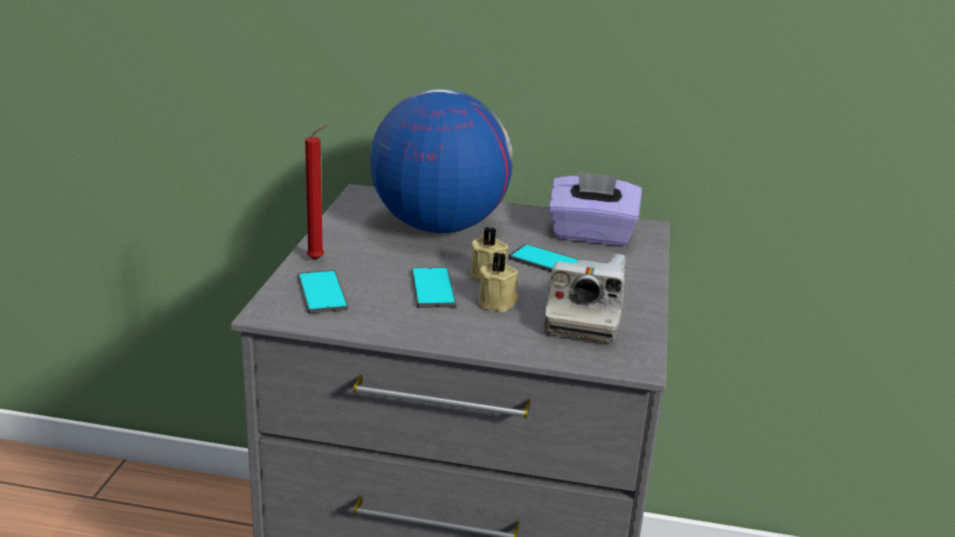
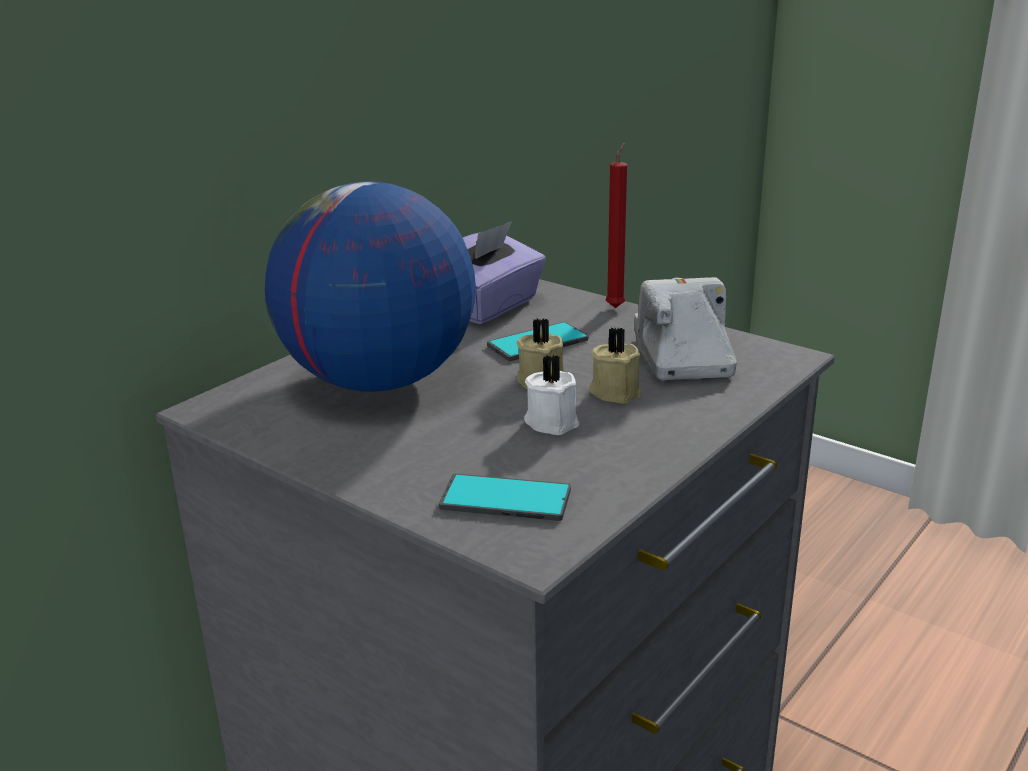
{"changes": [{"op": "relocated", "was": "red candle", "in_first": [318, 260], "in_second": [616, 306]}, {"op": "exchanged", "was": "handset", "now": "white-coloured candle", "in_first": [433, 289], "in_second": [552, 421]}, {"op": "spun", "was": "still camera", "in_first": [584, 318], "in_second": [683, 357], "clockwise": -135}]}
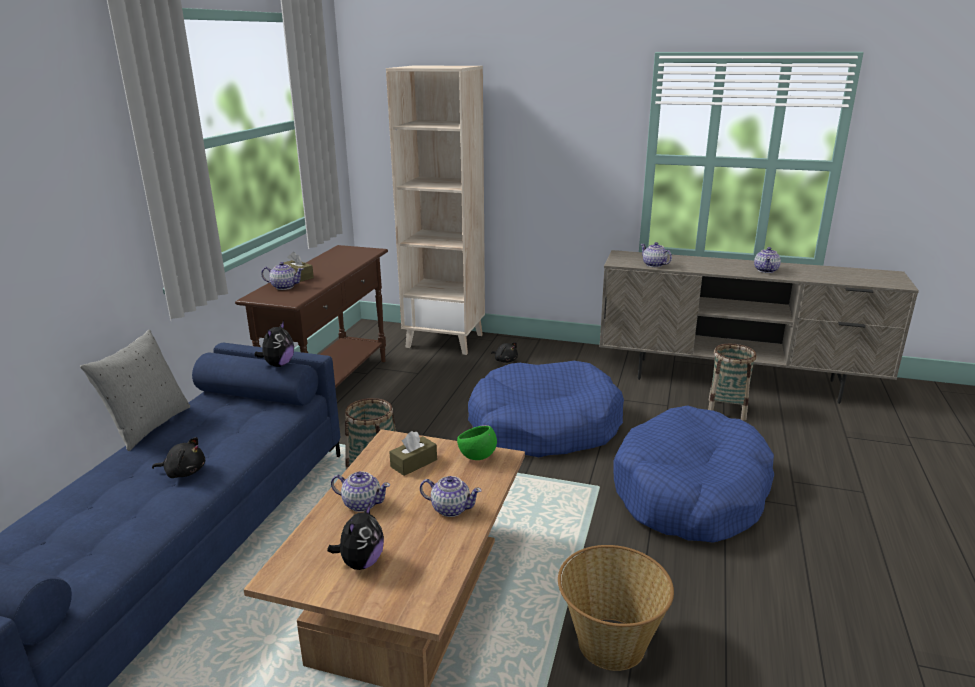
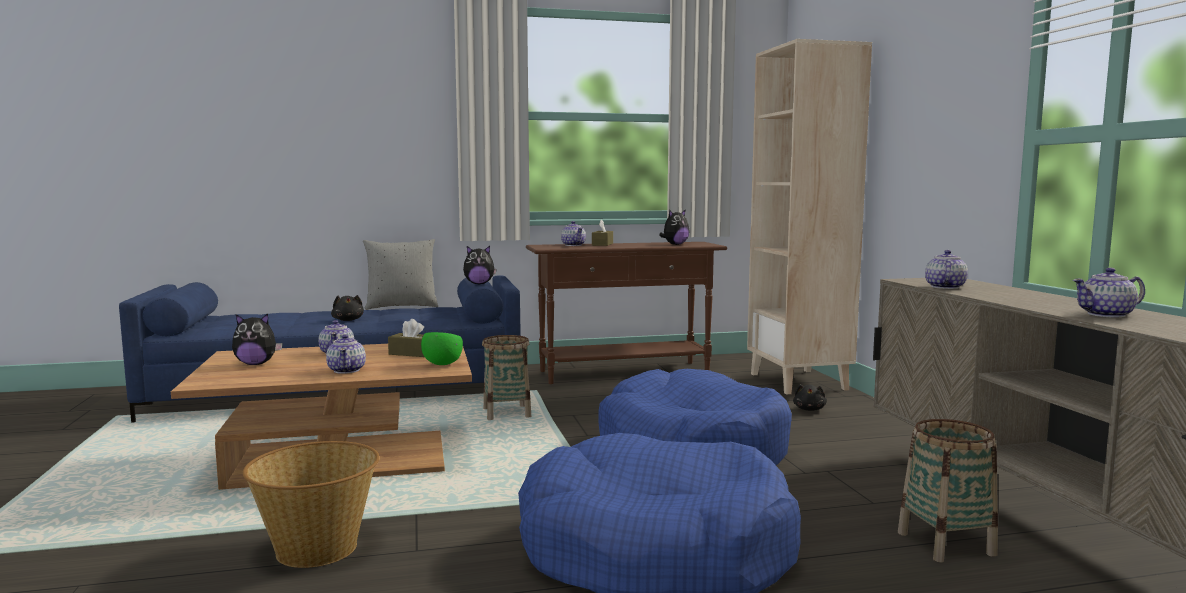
{"changes": [{"op": "appeared", "now": "cuddly toy", "in_second": [675, 244]}]}
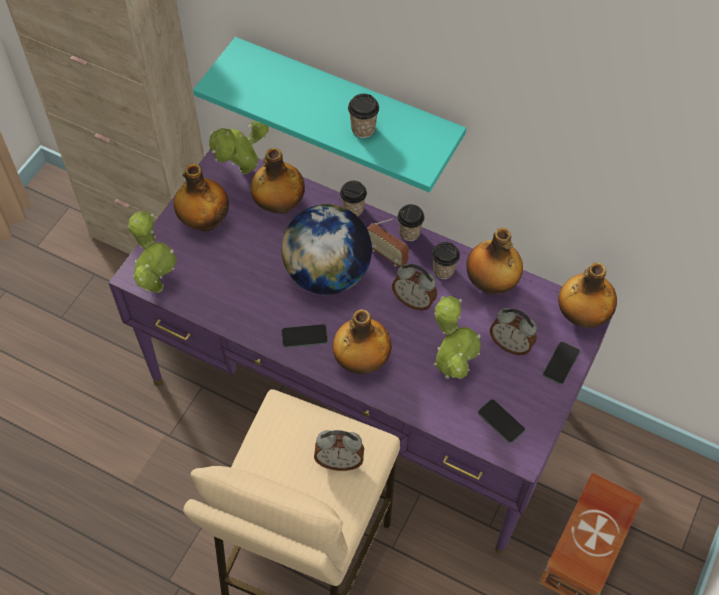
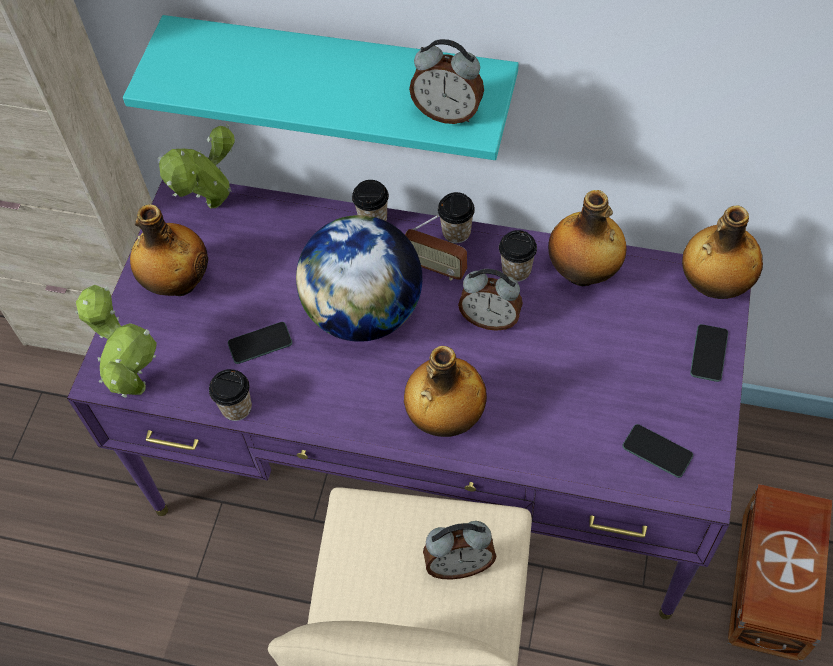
{"changes": [{"op": "missing", "was": "bottle", "in_first": [279, 205]}, {"op": "missing", "was": "potted plant", "in_first": [450, 368]}, {"op": "relocated", "was": "handset", "in_first": [304, 336], "in_second": [260, 343]}, {"op": "relocated", "was": "drinking cup", "in_first": [363, 129], "in_second": [236, 408]}, {"op": "relocated", "was": "alarm clock", "in_first": [510, 344], "in_second": [448, 113]}]}
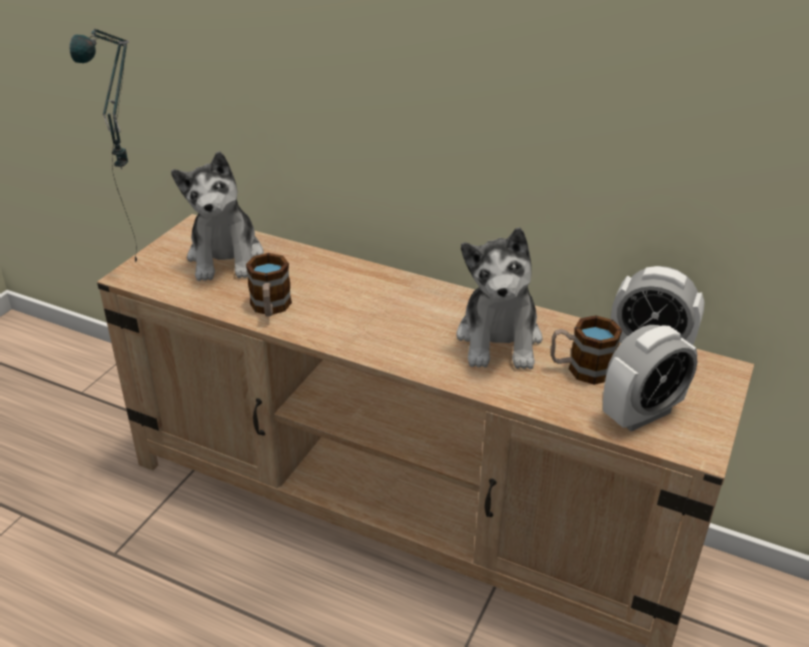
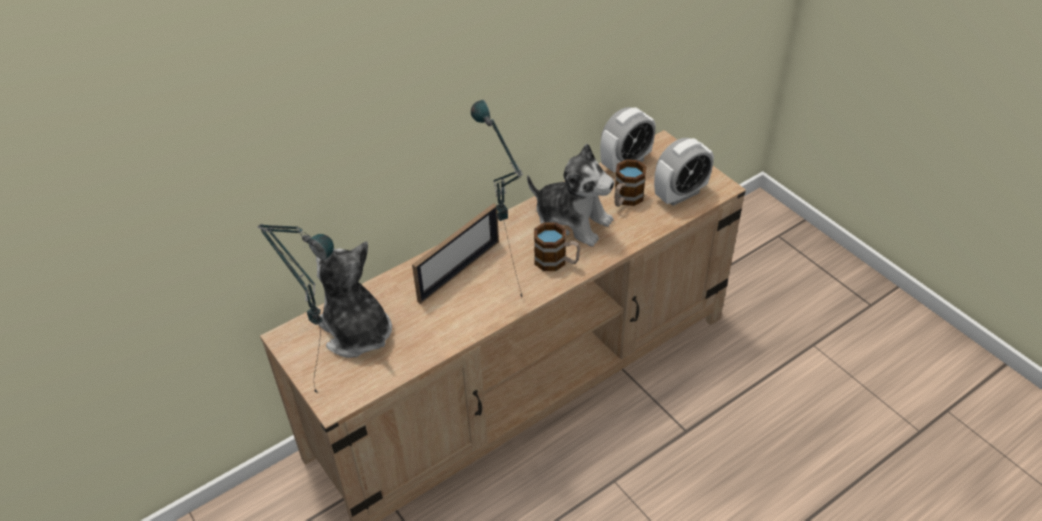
{"changes": [{"op": "appeared", "now": "standing frame", "in_second": [459, 271]}, {"op": "appeared", "now": "lamp for a table", "in_second": [506, 294]}, {"op": "relocated", "was": "coffee mug", "in_first": [270, 308], "in_second": [556, 261]}, {"op": "spun", "was": "cuddly toy", "in_first": [226, 257], "in_second": [356, 331], "clockwise": -150}, {"op": "spun", "was": "alarm clock", "in_first": [641, 414], "in_second": [680, 194], "clockwise": 60}]}
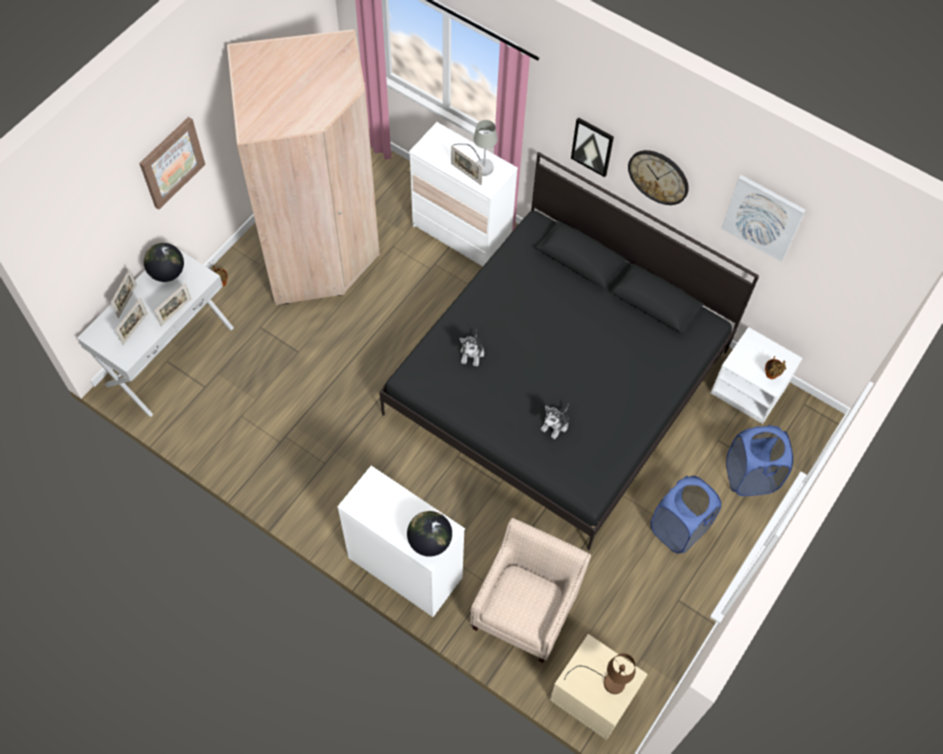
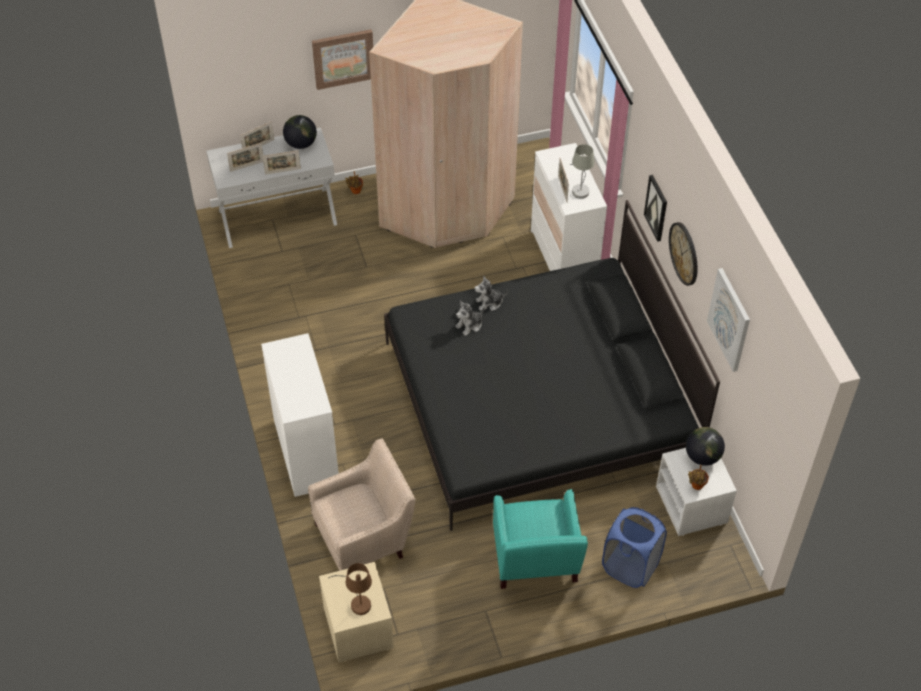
{"changes": [{"op": "relocated", "was": "globe", "in_first": [429, 541], "in_second": [702, 457]}, {"op": "relocated", "was": "cuddly toy", "in_first": [555, 425], "in_second": [489, 303]}, {"op": "exchanged", "was": "bluish hamper", "now": "turquoise-coloured lounge chair", "in_first": [678, 528], "in_second": [534, 563]}]}
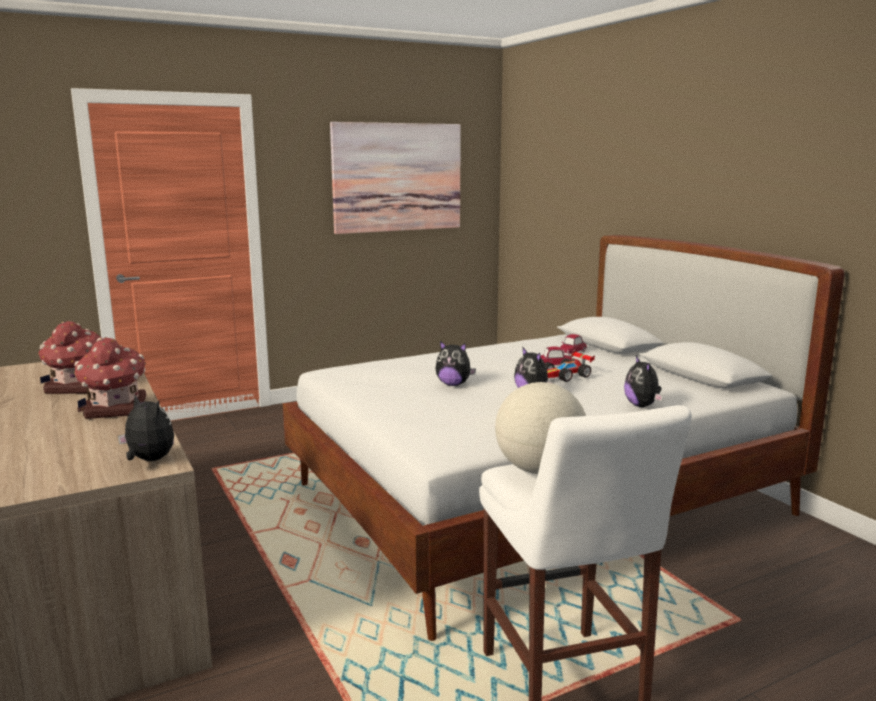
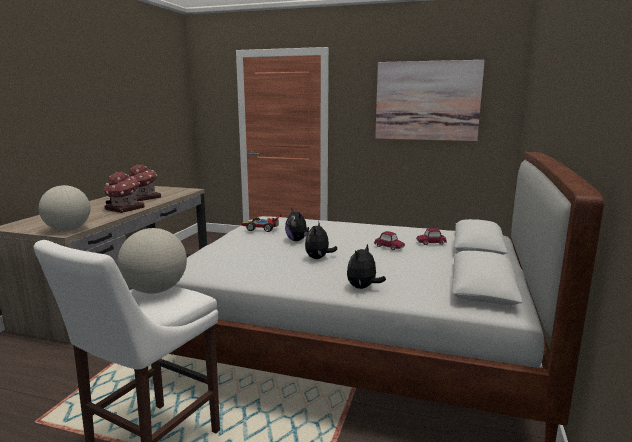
{"changes": [{"op": "relocated", "was": "model car", "in_first": [566, 376], "in_second": [261, 228]}, {"op": "exchanged", "was": "cuddly toy", "now": "globe", "in_first": [149, 460], "in_second": [68, 230]}]}
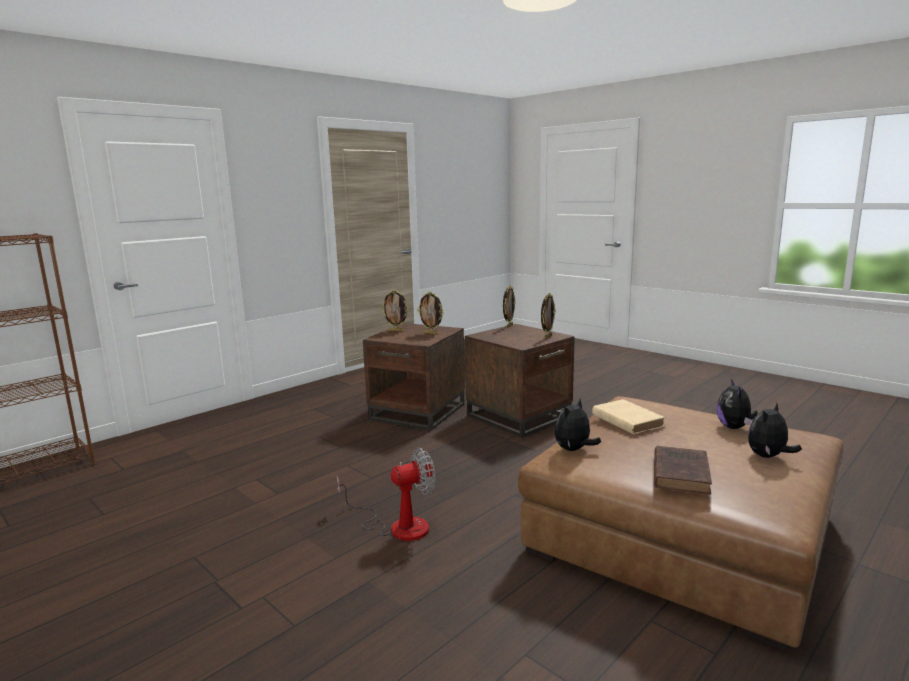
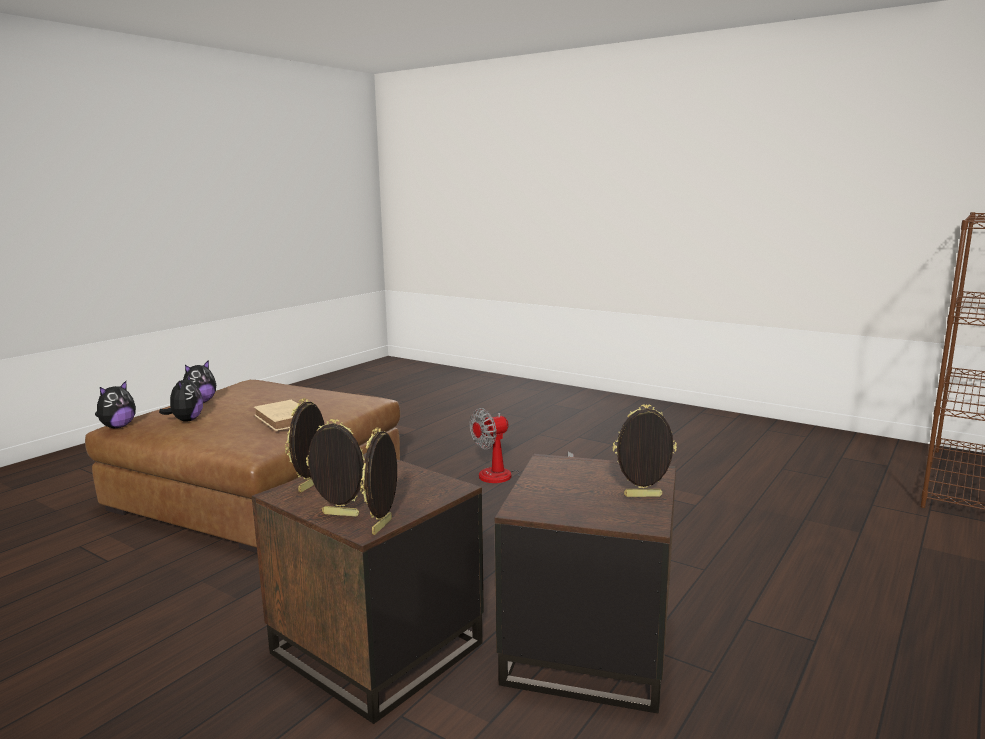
{"changes": [{"op": "missing", "was": "brown-coloured volume", "in_first": [680, 473]}, {"op": "relocated", "was": "standing frame", "in_first": [431, 333], "in_second": [339, 515]}, {"op": "relocated", "was": "cuddly toy", "in_first": [574, 450], "in_second": [117, 427]}]}
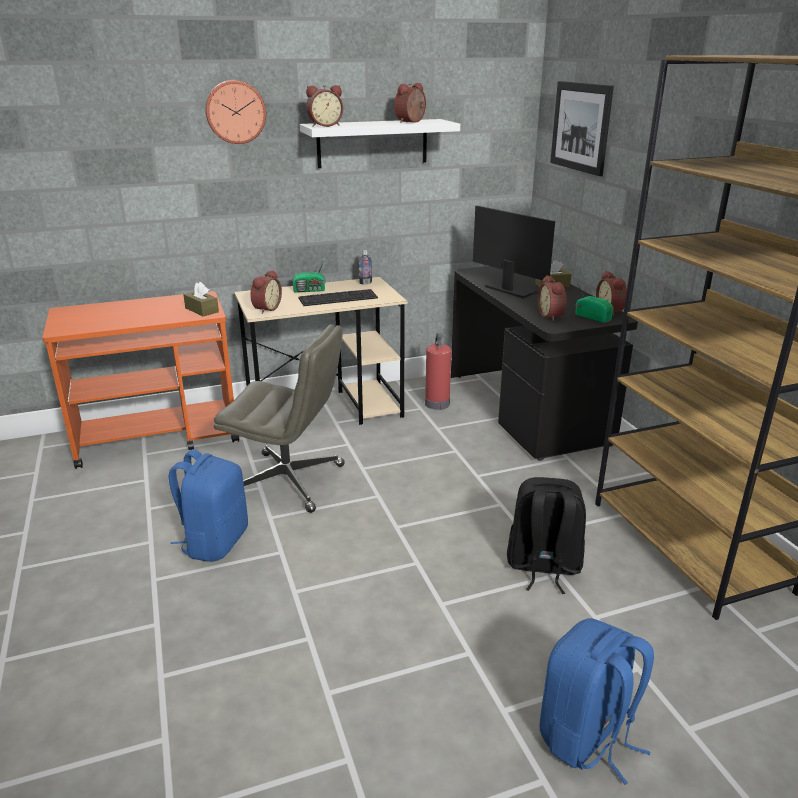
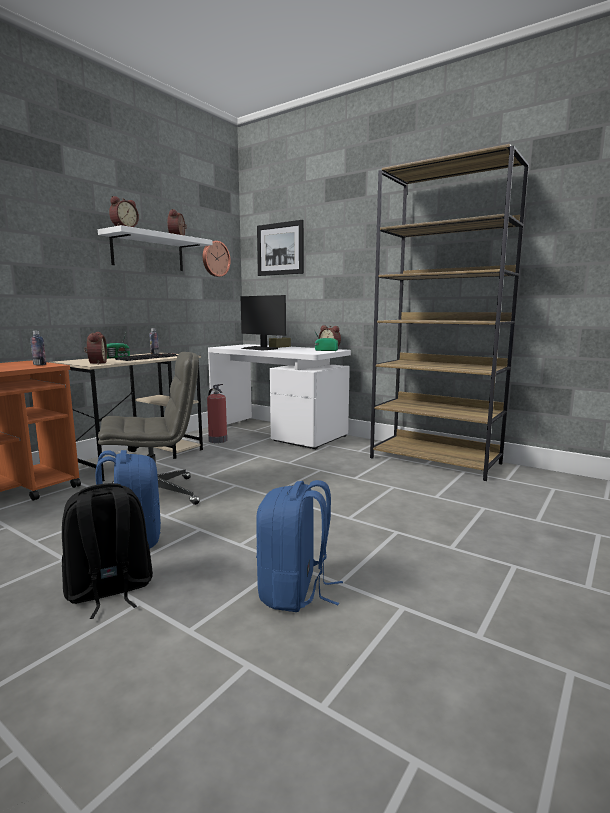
{"changes": [{"op": "missing", "was": "alarm clock", "in_first": [552, 316]}, {"op": "relocated", "was": "hanging clock", "in_first": [235, 112], "in_second": [215, 259]}, {"op": "relocated", "was": "black backpack", "in_first": [543, 567], "in_second": [109, 591]}, {"op": "relocated", "was": "bluish backpack", "in_first": [587, 737], "in_second": [295, 592]}, {"op": "exchanged", "was": "brown-coloured tissue holder", "now": "bottle", "in_first": [202, 310], "in_second": [39, 364]}, {"op": "colour", "was": "black desk unit", "now": "white-coloured desk unit", "in_first": [527, 409], "in_second": [278, 432]}, {"op": "spun", "was": "monitor", "in_first": [511, 289], "in_second": [260, 348], "clockwise": -150}]}
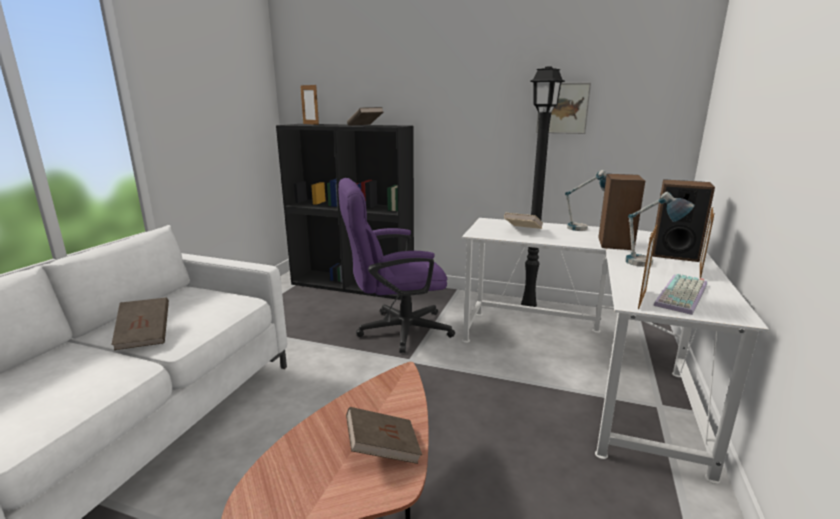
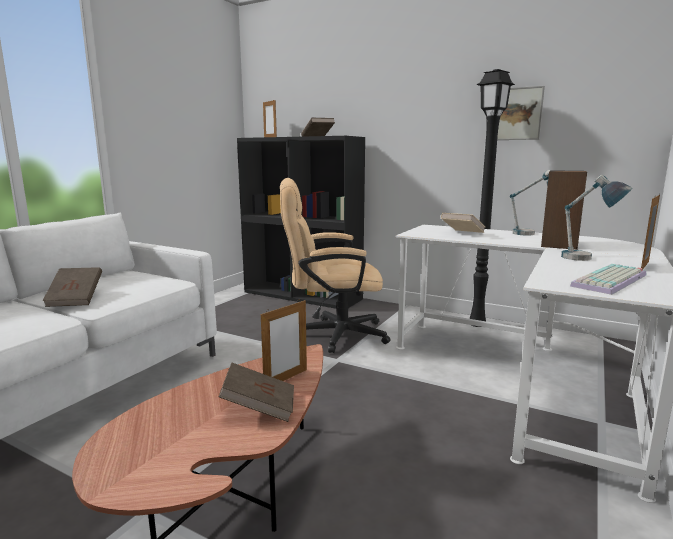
{"changes": [{"op": "missing", "was": "speaker", "in_first": [674, 254]}, {"op": "relocated", "was": "standing frame", "in_first": [642, 299], "in_second": [286, 379]}, {"op": "colour", "was": "purplish computer chair", "now": "sand-coloured computer chair", "in_first": [395, 330], "in_second": [331, 334]}]}
